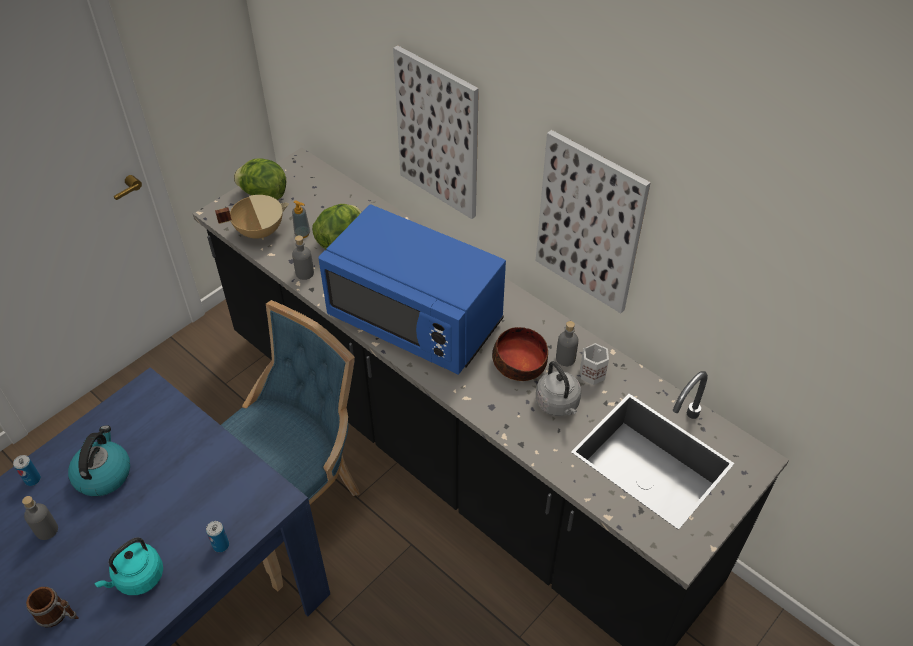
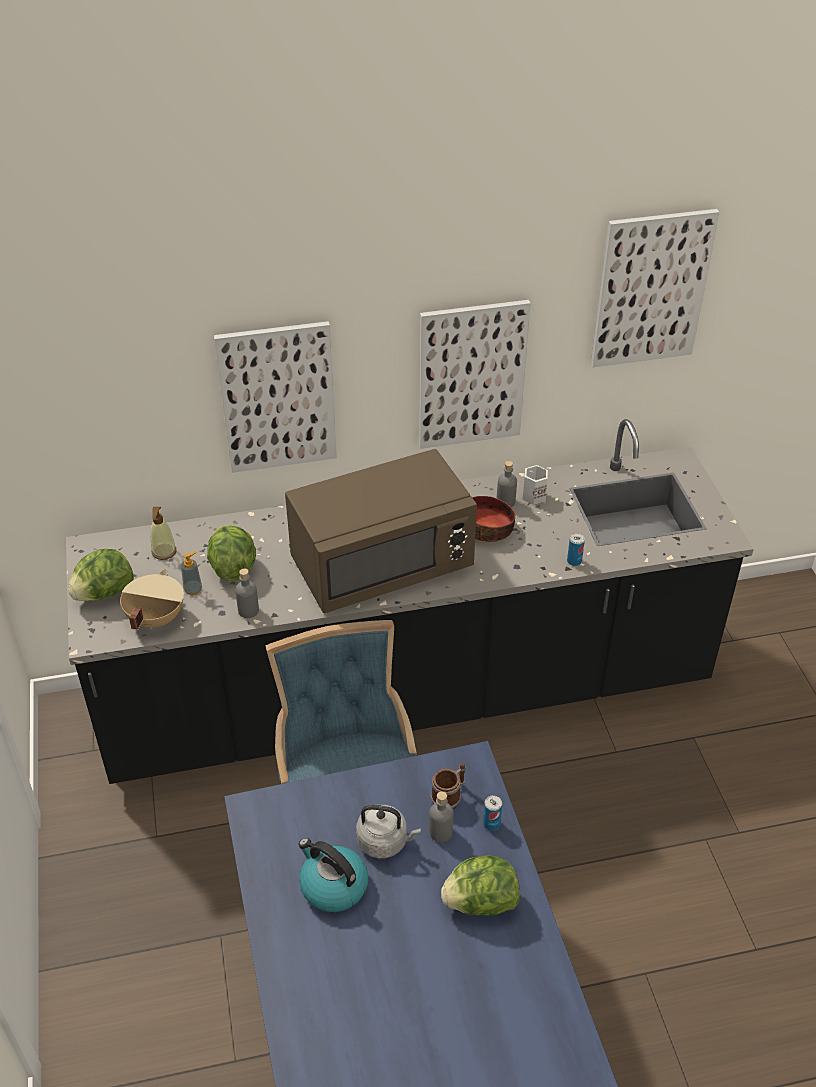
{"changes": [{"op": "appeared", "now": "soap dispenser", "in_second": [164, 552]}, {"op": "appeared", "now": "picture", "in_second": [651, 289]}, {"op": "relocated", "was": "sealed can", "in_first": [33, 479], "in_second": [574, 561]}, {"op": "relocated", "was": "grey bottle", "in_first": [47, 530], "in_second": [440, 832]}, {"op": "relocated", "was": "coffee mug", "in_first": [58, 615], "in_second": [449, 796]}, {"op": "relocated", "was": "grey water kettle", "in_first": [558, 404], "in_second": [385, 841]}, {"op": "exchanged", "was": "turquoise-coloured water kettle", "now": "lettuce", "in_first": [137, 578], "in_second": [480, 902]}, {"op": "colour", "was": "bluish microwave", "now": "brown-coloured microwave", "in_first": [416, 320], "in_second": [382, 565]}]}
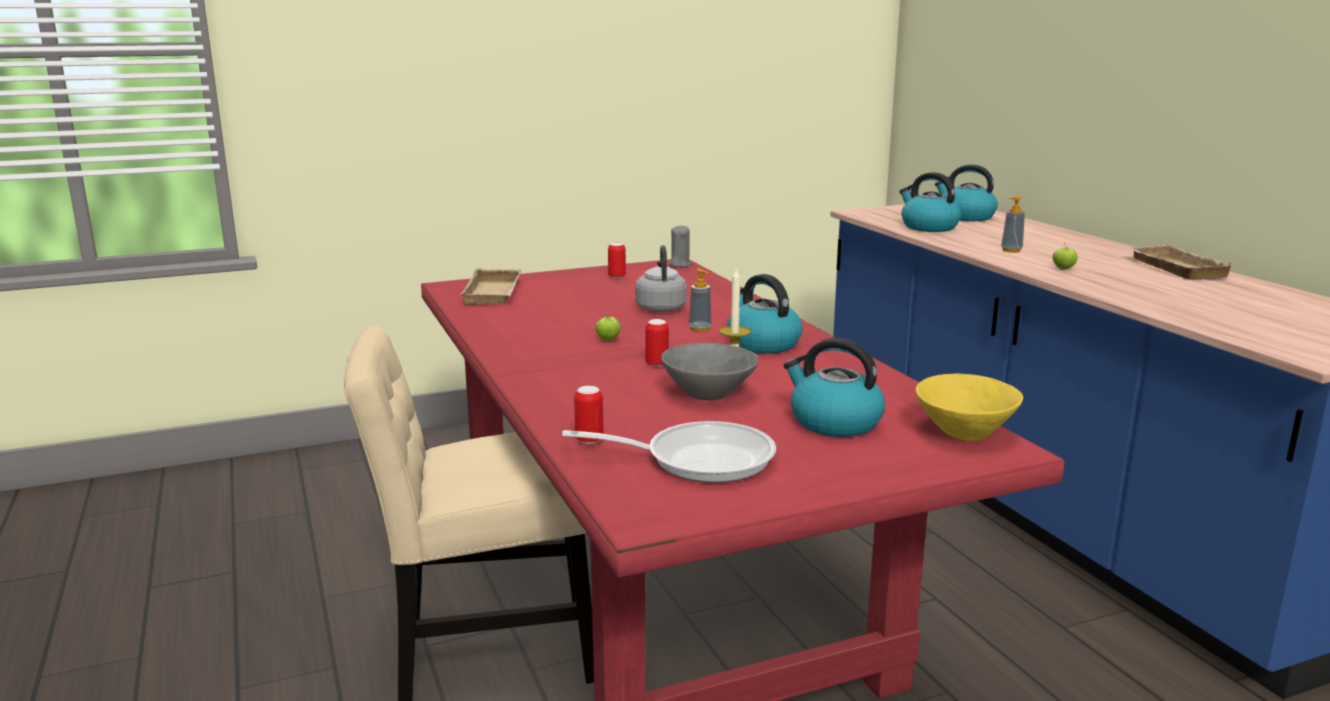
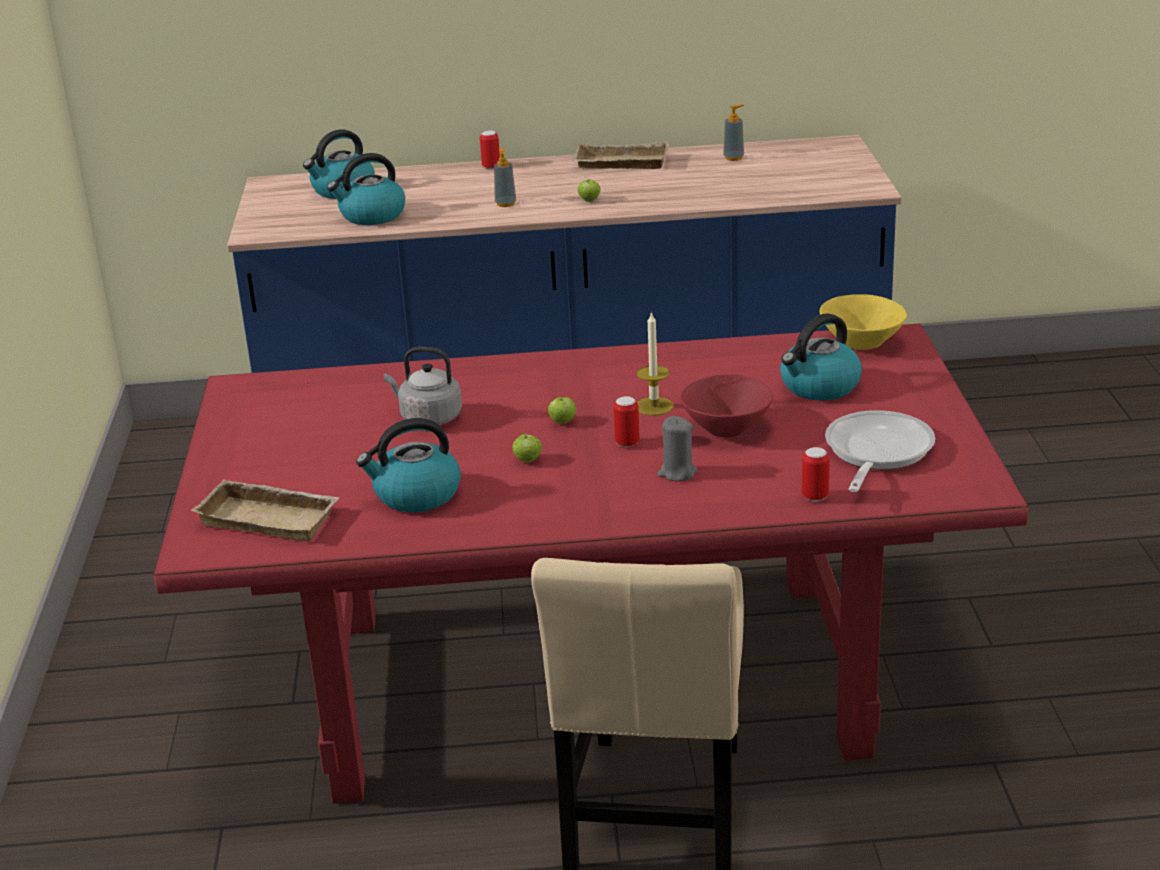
{"changes": [{"op": "appeared", "now": "whole apple", "in_second": [562, 422]}, {"op": "relocated", "was": "sealed can", "in_first": [617, 277], "in_second": [491, 167]}, {"op": "relocated", "was": "grey candle", "in_first": [679, 265], "in_second": [677, 473]}, {"op": "relocated", "was": "soap dispenser", "in_first": [700, 329], "in_second": [733, 158]}, {"op": "relocated", "was": "water kettle", "in_first": [762, 344], "in_second": [416, 495]}, {"op": "colour", "was": "grey bowl", "now": "red bowl", "in_first": [709, 395], "in_second": [727, 428]}]}
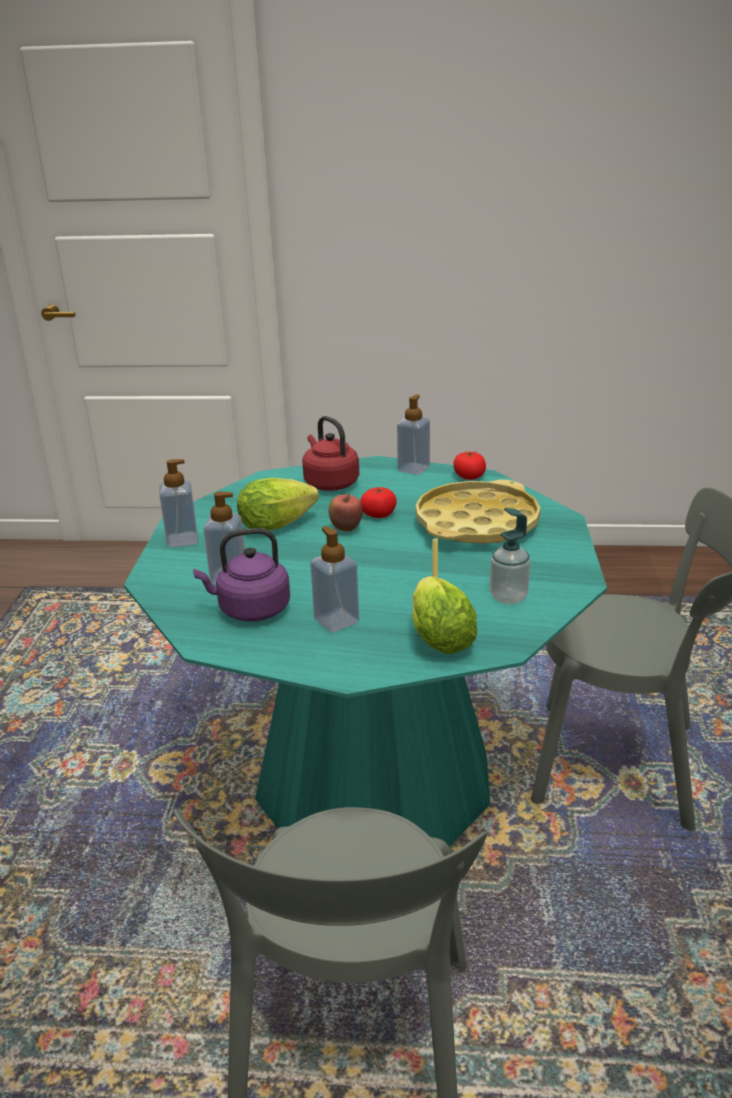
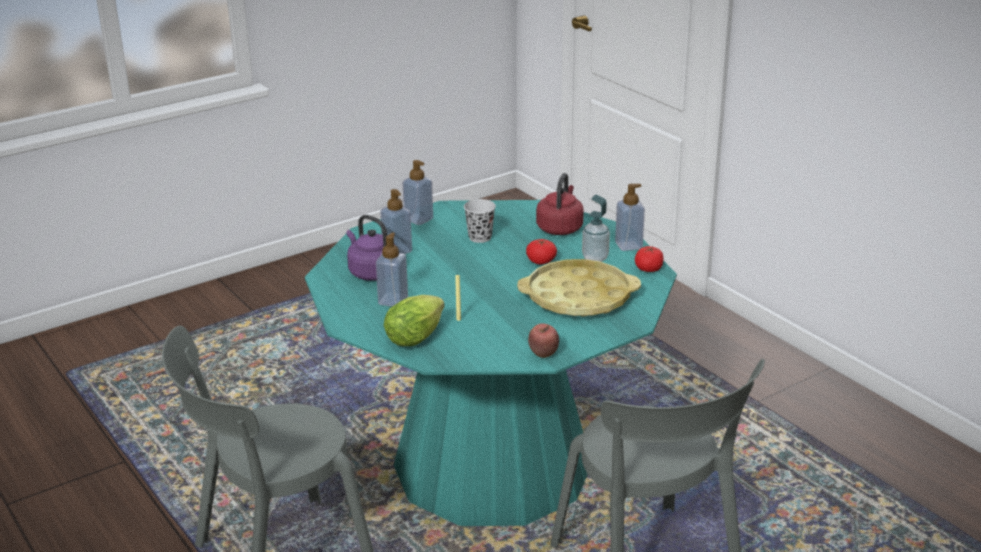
{"changes": [{"op": "relocated", "was": "whole apple", "in_first": [346, 529], "in_second": [543, 355]}, {"op": "relocated", "was": "soap dispenser", "in_first": [508, 597], "in_second": [595, 258]}, {"op": "exchanged", "was": "lettuce", "now": "black drinking cup", "in_first": [281, 524], "in_second": [480, 237]}]}
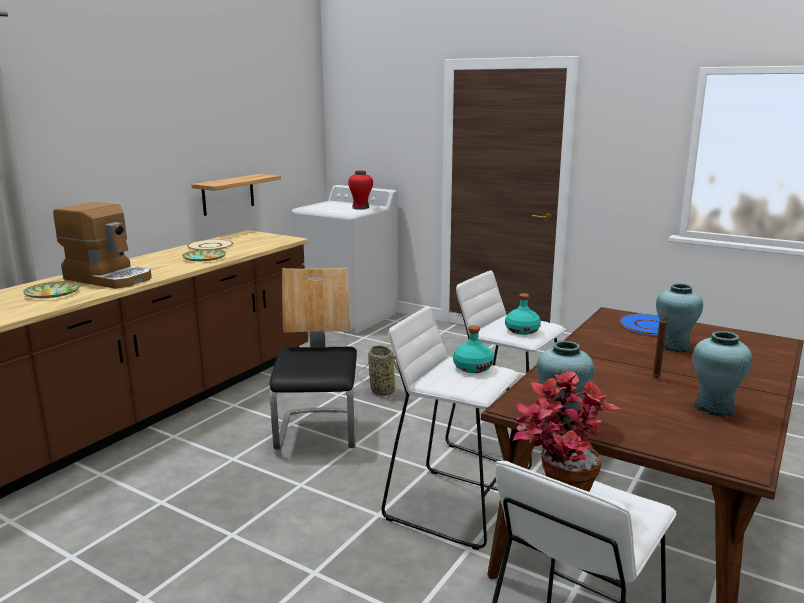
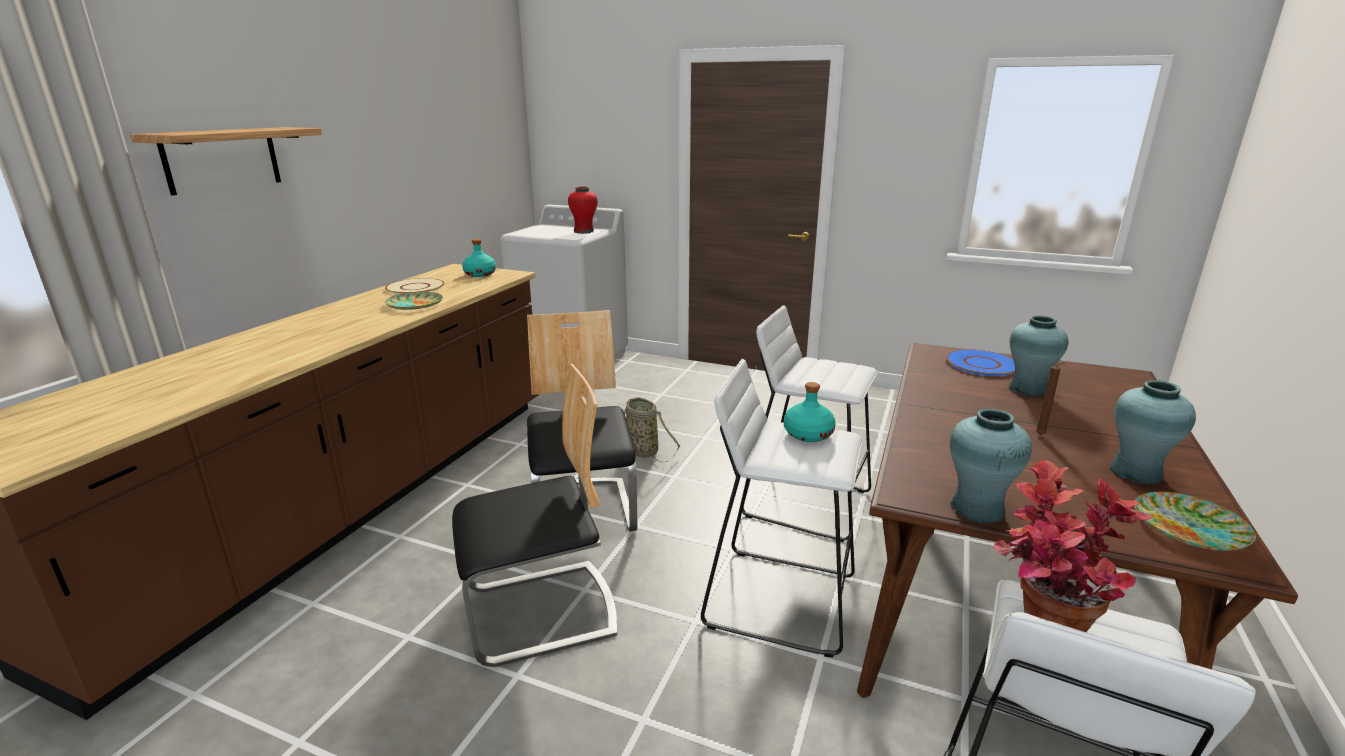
{"changes": [{"op": "missing", "was": "coffee maker", "in_first": [110, 278]}, {"op": "appeared", "now": "upright chair", "in_second": [540, 612]}, {"op": "relocated", "was": "flat dish", "in_first": [53, 293], "in_second": [1190, 526]}, {"op": "relocated", "was": "wall shelf", "in_first": [228, 194], "in_second": [222, 159]}, {"op": "relocated", "was": "turquoise-coloured bottle", "in_first": [522, 330], "in_second": [480, 274]}]}
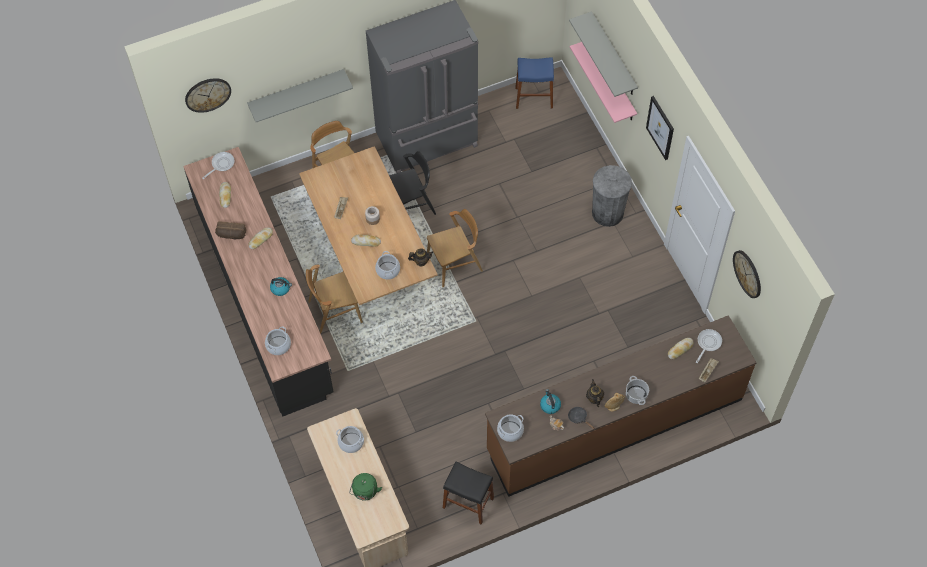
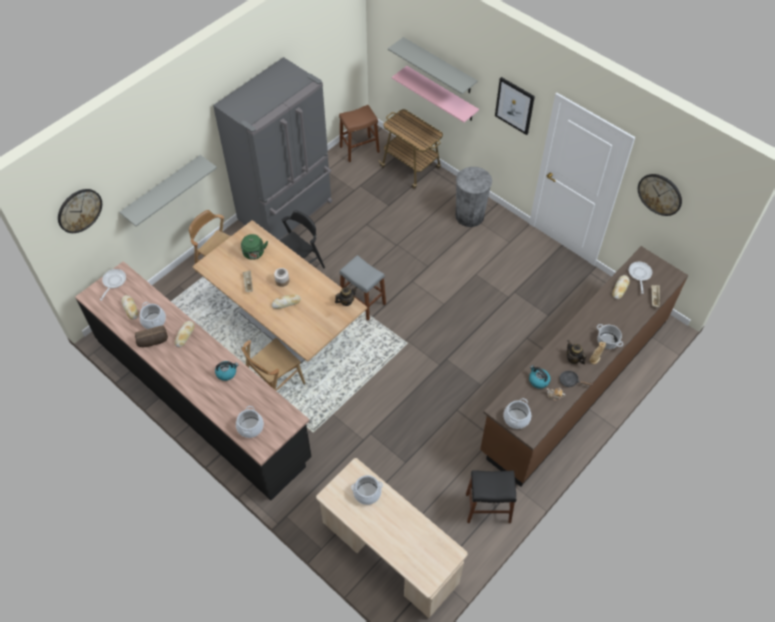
{"changes": [{"op": "appeared", "now": "wheeled cart", "in_second": [411, 168]}, {"op": "relocated", "was": "greenish water kettle", "in_first": [365, 492], "in_second": [254, 254]}, {"op": "relocated", "was": "stockpot", "in_first": [388, 270], "in_second": [154, 321]}, {"op": "exchanged", "was": "brown-coloured upright chair", "now": "grey sitting stool", "in_first": [455, 263], "in_second": [363, 302]}, {"op": "colour", "was": "bluish sitting stool", "now": "brown-coloured sitting stool", "in_first": [534, 97], "in_second": [359, 149]}]}
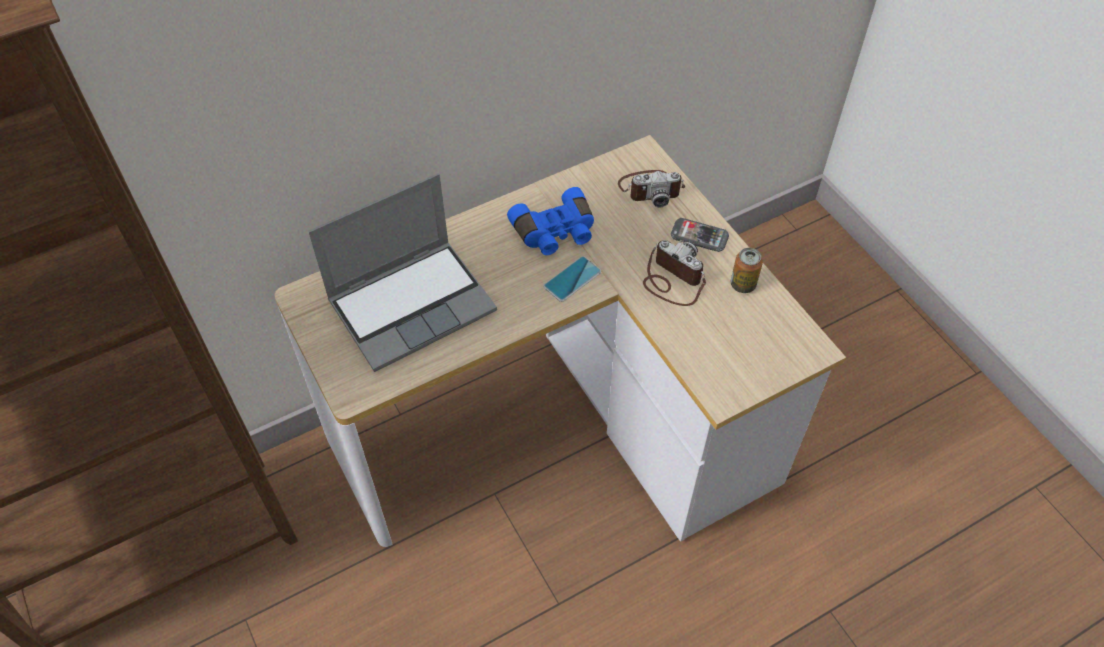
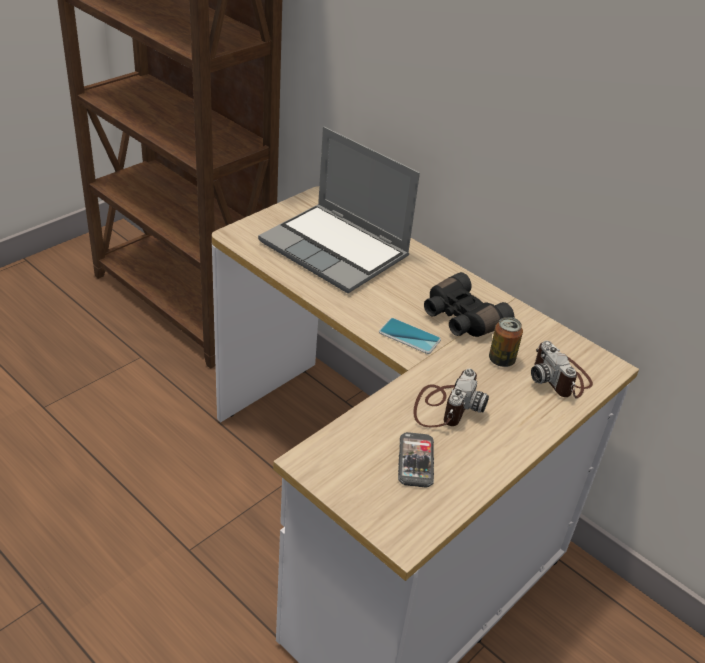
{"changes": [{"op": "relocated", "was": "handset", "in_first": [699, 236], "in_second": [415, 461]}, {"op": "relocated", "was": "sealed can", "in_first": [743, 284], "in_second": [501, 360]}, {"op": "colour", "was": "bluish pair of binoculars", "now": "black pair of binoculars", "in_first": [555, 233], "in_second": [460, 318]}]}
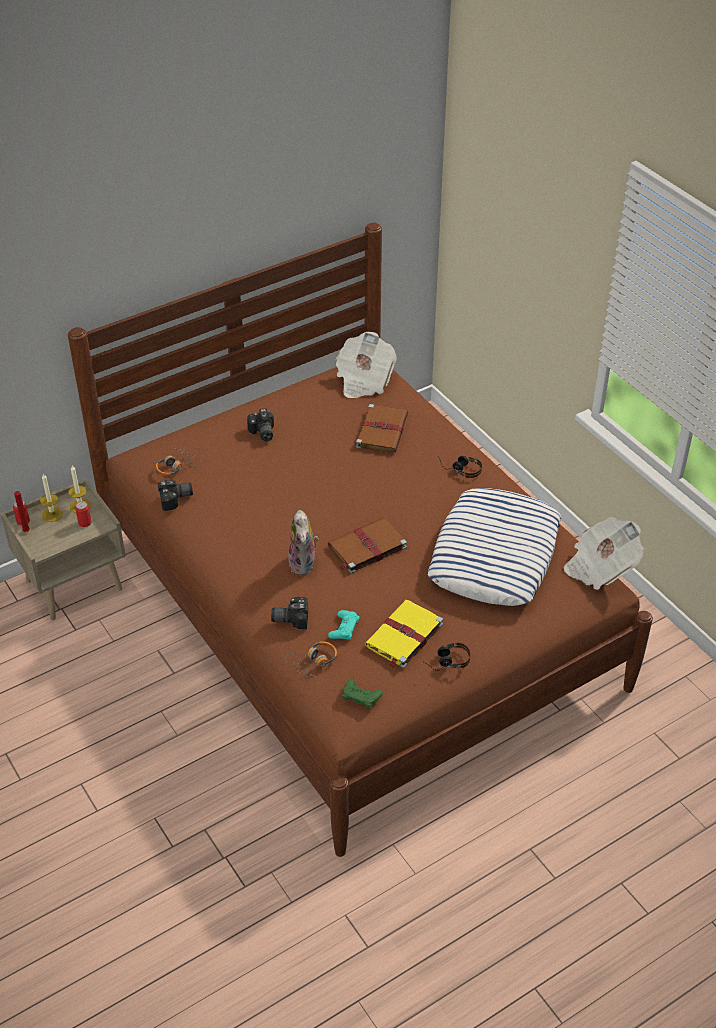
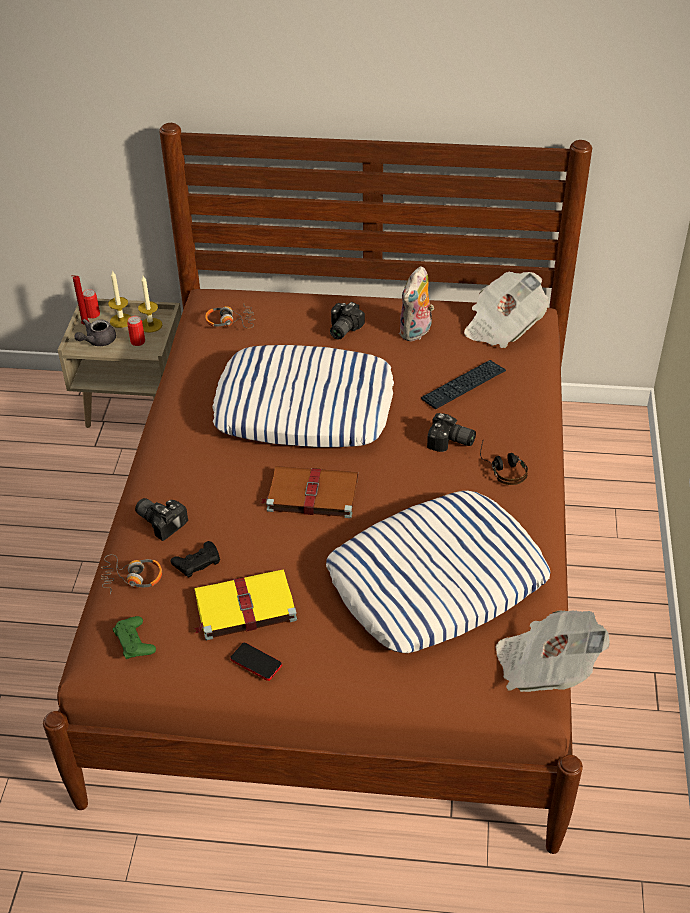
{"changes": [{"op": "appeared", "now": "grey pot for tea", "in_second": [97, 341]}, {"op": "appeared", "now": "cushion", "in_second": [305, 407]}, {"op": "relocated", "was": "still camera", "in_first": [176, 499], "in_second": [450, 443]}, {"op": "relocated", "was": "cuddly toy", "in_first": [304, 564], "in_second": [416, 333]}, {"op": "exchanged", "was": "brown-coloured volume", "now": "computer keyboard", "in_first": [382, 430], "in_second": [463, 385]}, {"op": "exchanged", "was": "pair of headphones", "now": "handset", "in_first": [445, 662], "in_second": [256, 662]}, {"op": "colour", "was": "turquoise-coloured game controller", "now": "black game controller", "in_first": [344, 628], "in_second": [197, 562]}]}
